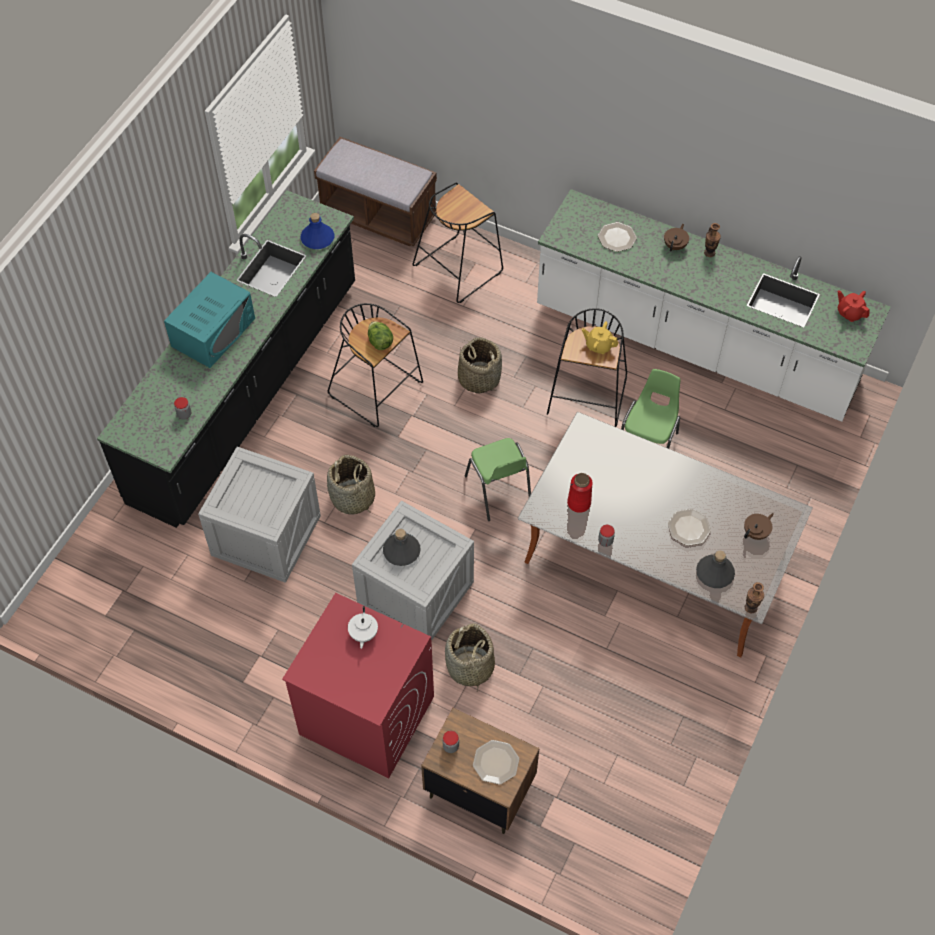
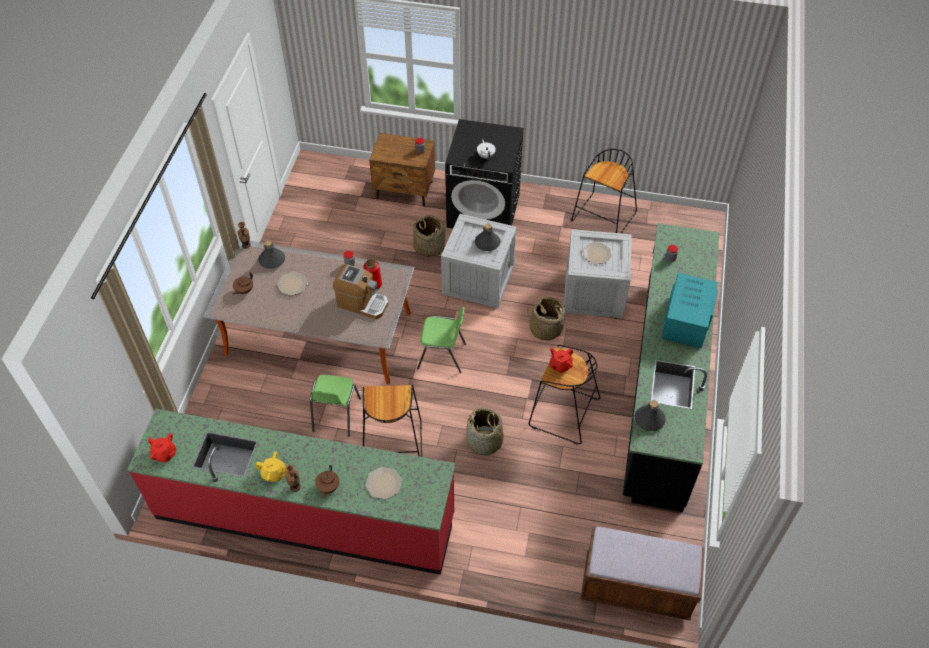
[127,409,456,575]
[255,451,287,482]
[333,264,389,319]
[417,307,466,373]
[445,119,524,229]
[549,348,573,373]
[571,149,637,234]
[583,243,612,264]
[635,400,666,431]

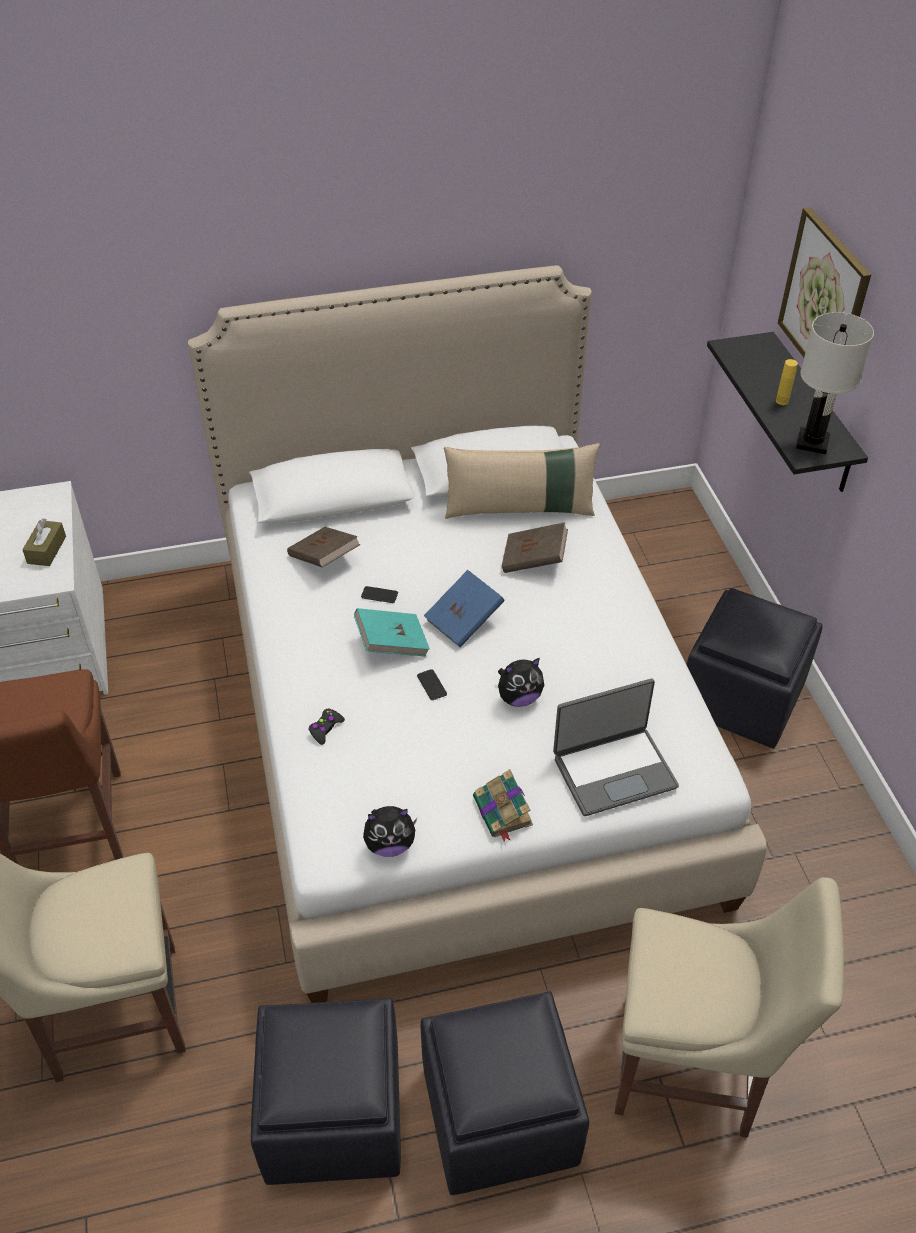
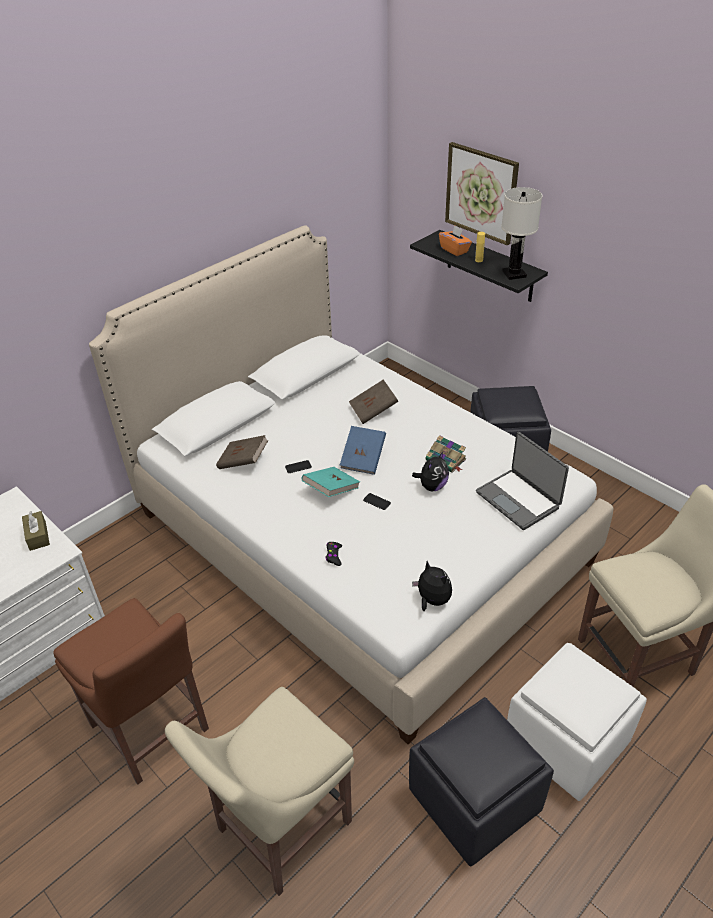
[412,561,452,611]
[425,435,466,473]
[439,225,472,256]
[476,432,569,530]
[507,643,647,801]
[444,443,600,519] (first image)

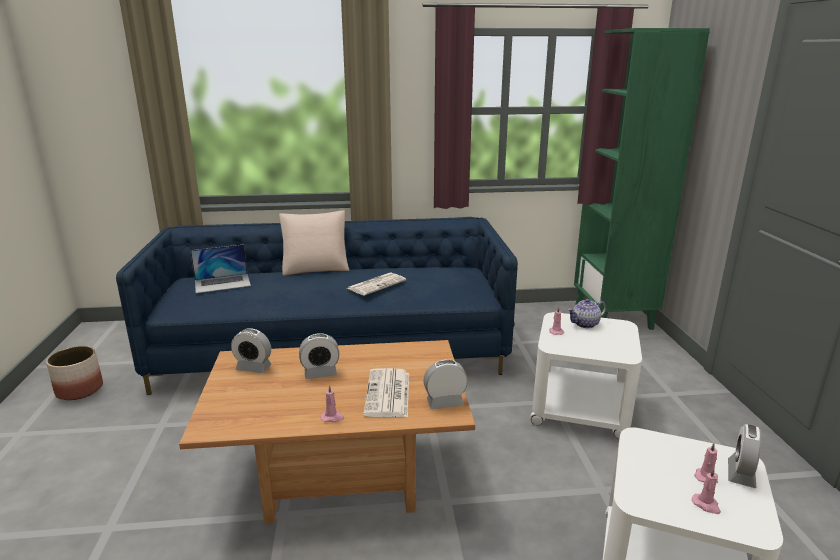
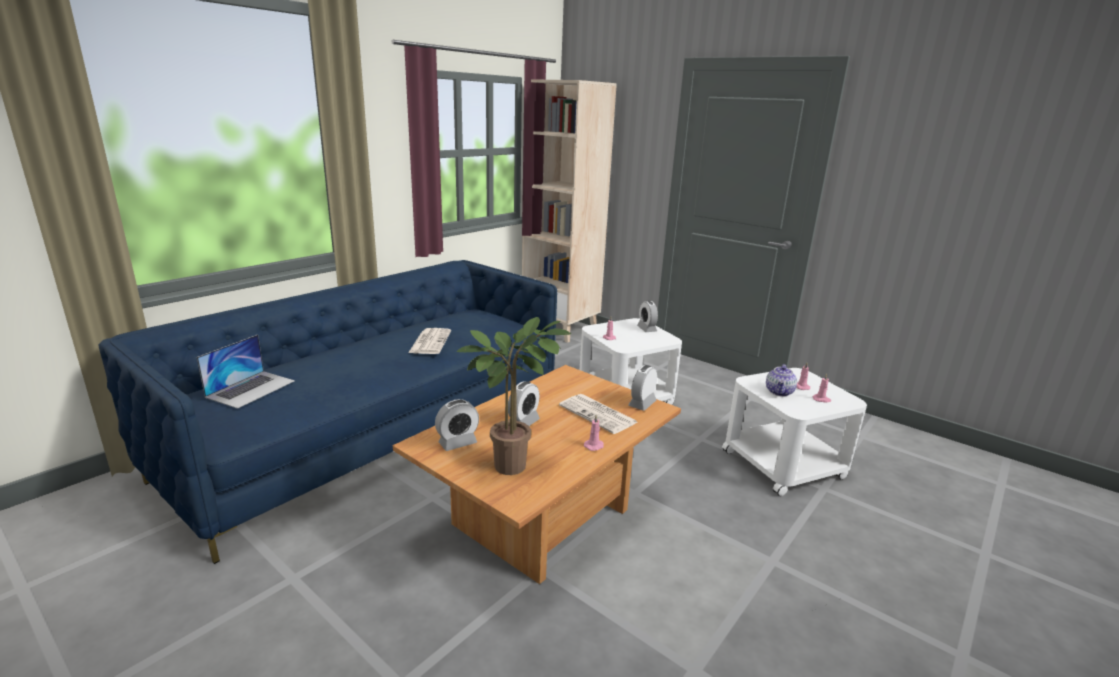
[456,317,571,475]
[522,79,617,343]
[637,301,658,332]
[766,364,797,396]
[46,346,103,400] (first image)
[279,210,350,276] (first image)

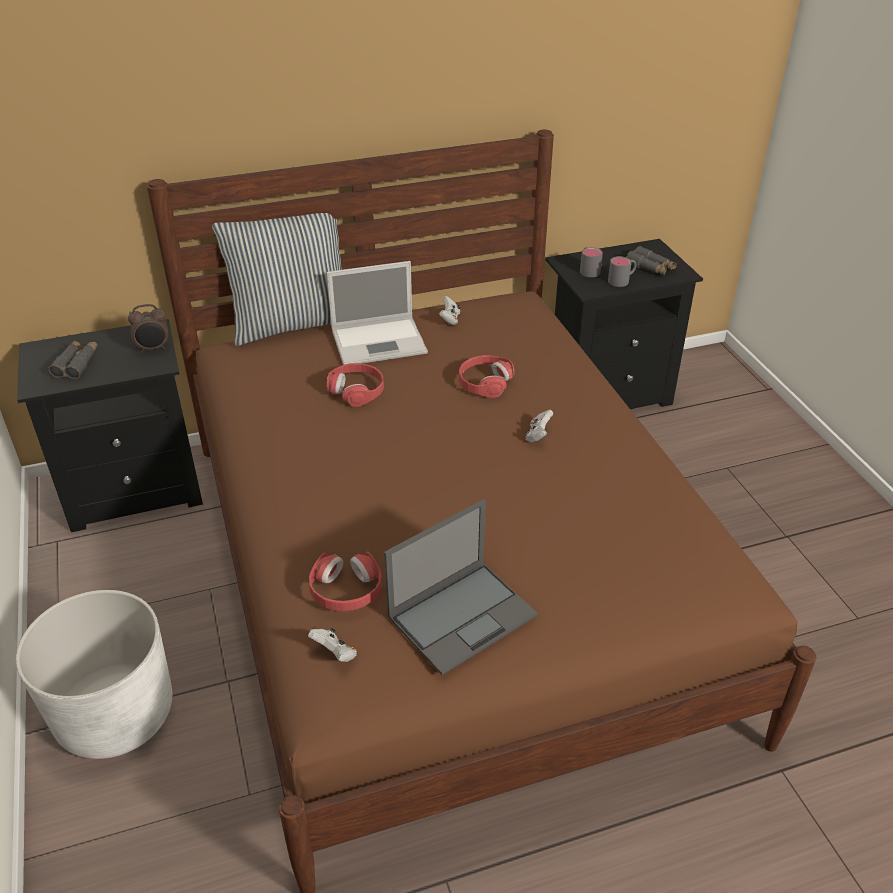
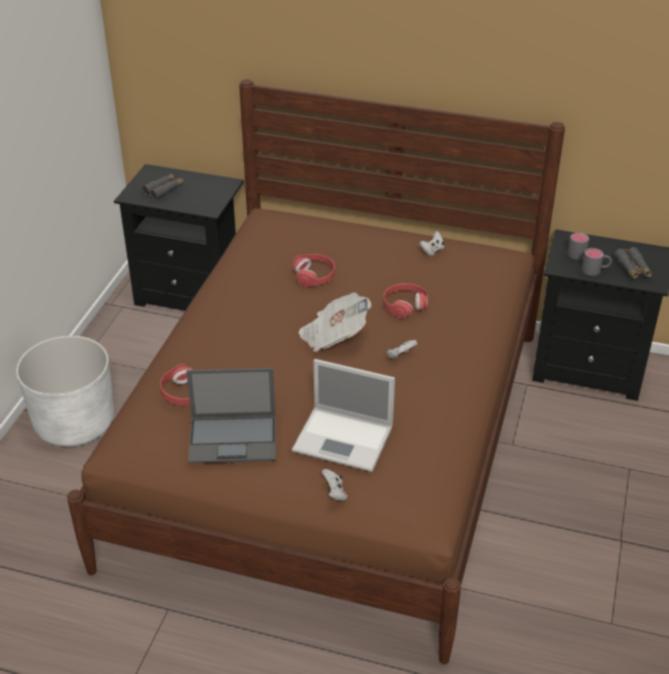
[292,359,395,472]
[299,293,372,352]
[322,469,347,501]
[128,304,168,353] (first image)
[212,213,342,346] (first image)

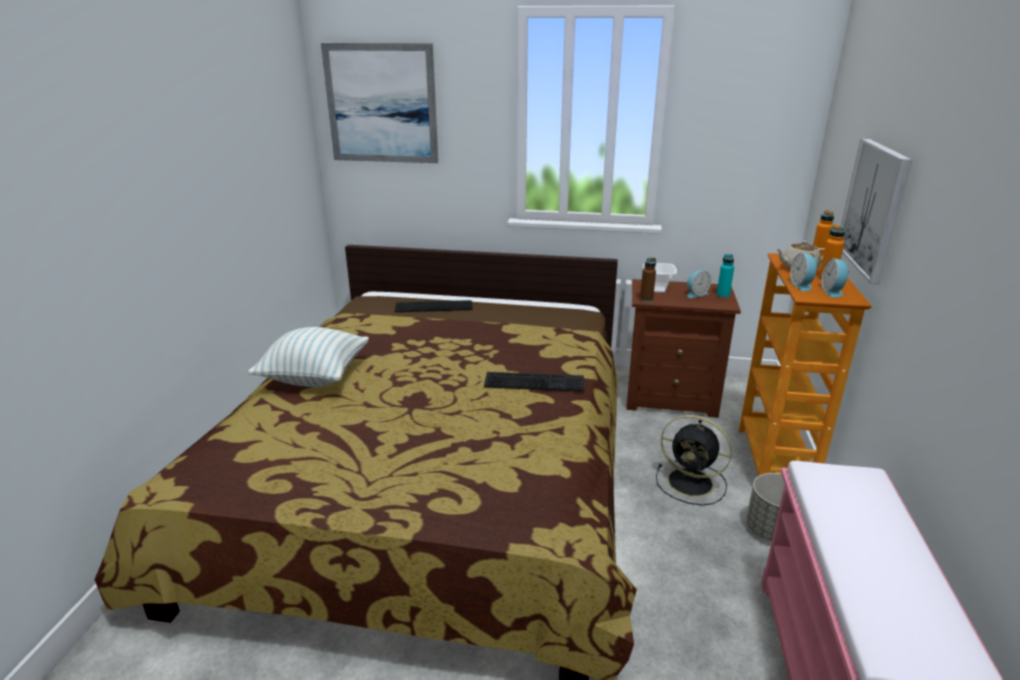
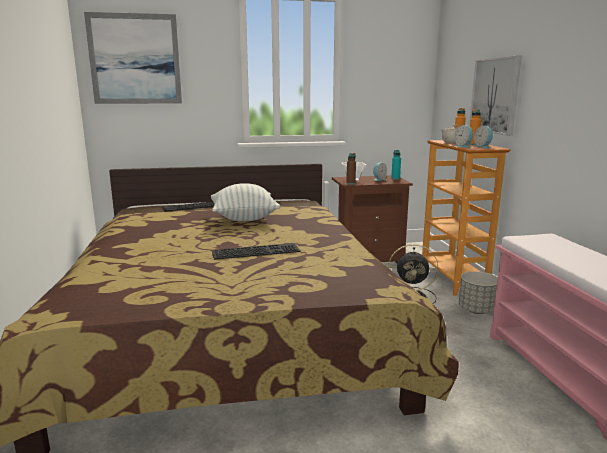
[211,183,280,221]
[212,243,301,260]

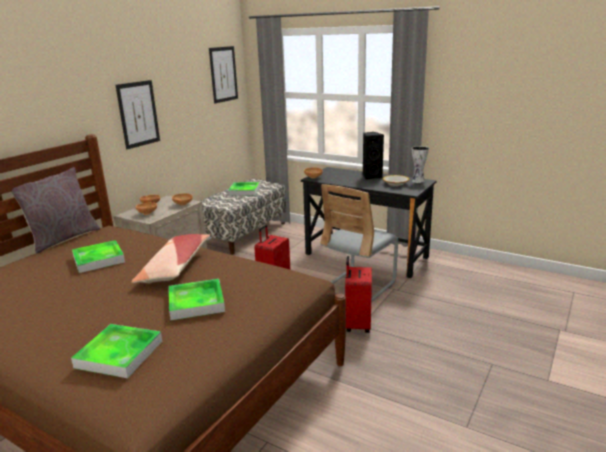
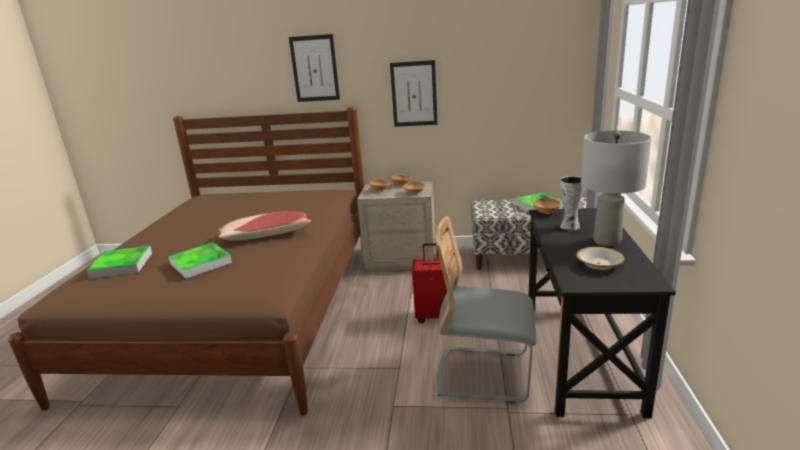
[289,34,340,102]
[560,176,585,231]
[581,130,652,246]
[11,167,100,254] (first image)
[72,240,125,273] (first image)
[345,256,372,333] (first image)

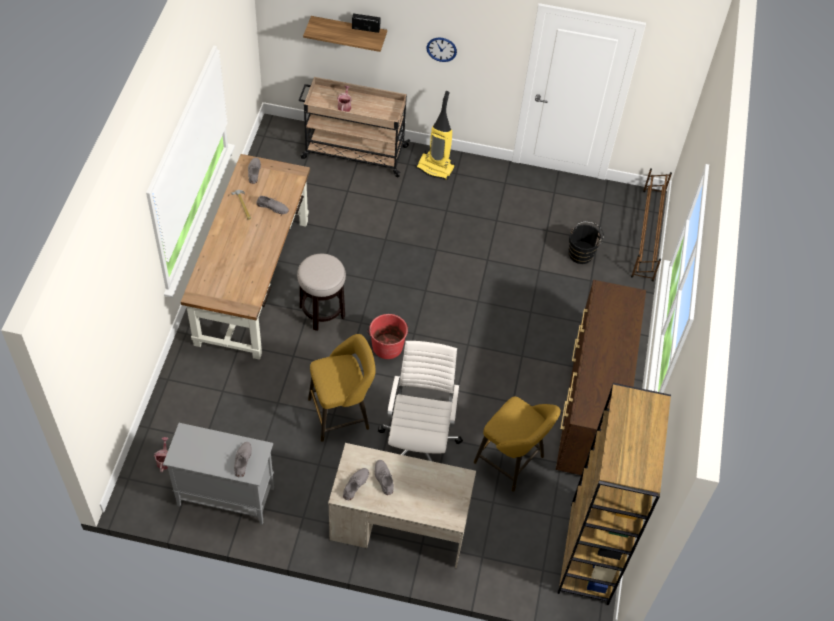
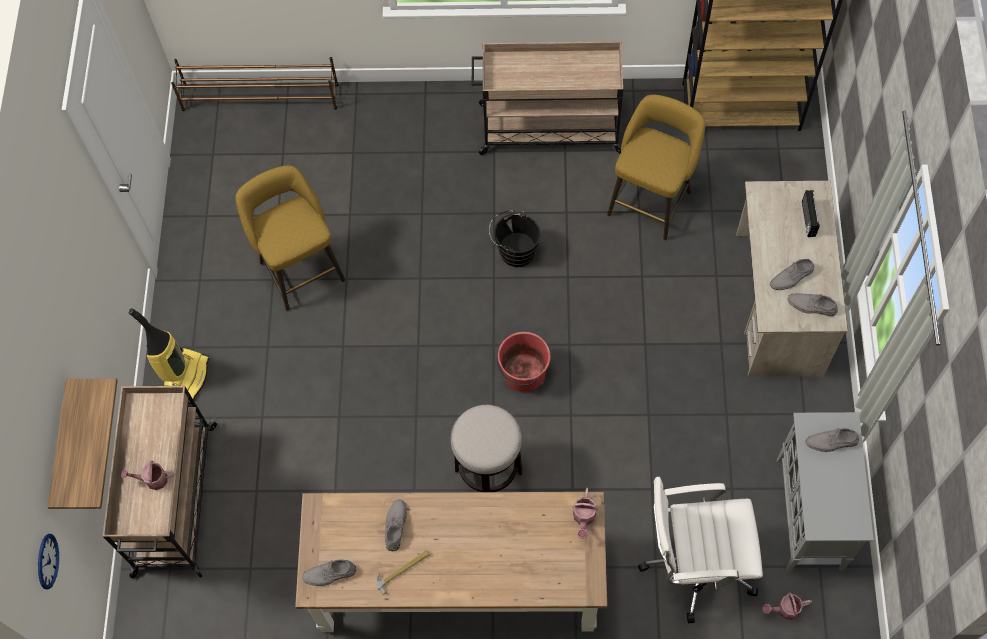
[38,534,59,590]
[236,165,345,311]
[472,41,624,155]
[489,211,541,267]
[572,488,598,539]
[638,477,763,623]
[802,190,820,237]

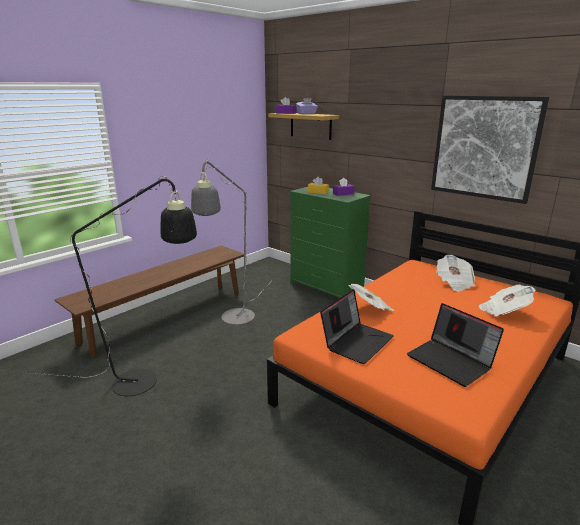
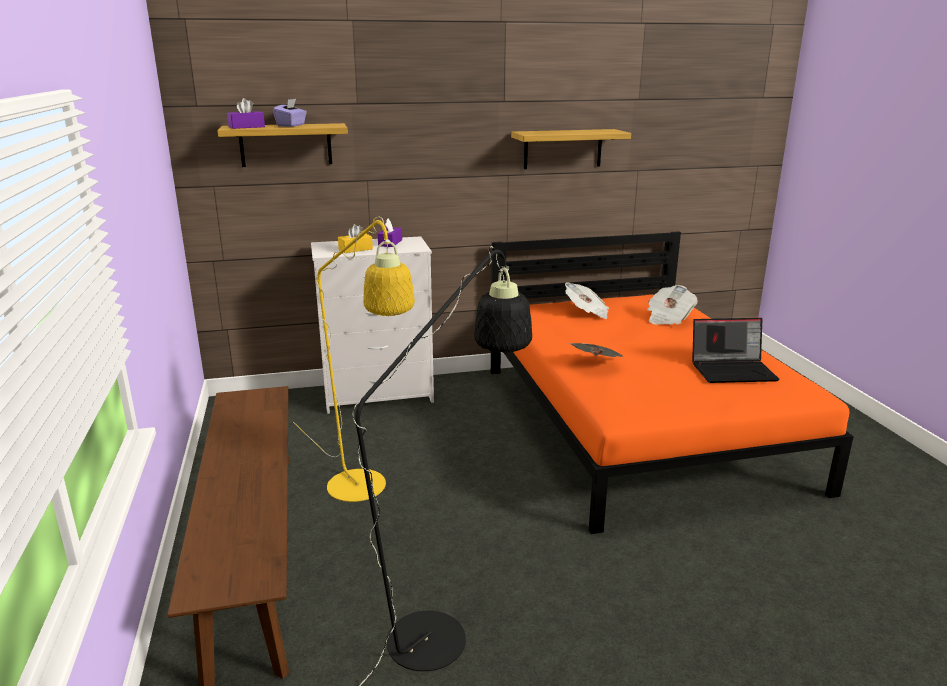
[293,216,415,502]
[311,236,434,414]
[511,129,631,169]
[320,289,394,364] (first image)

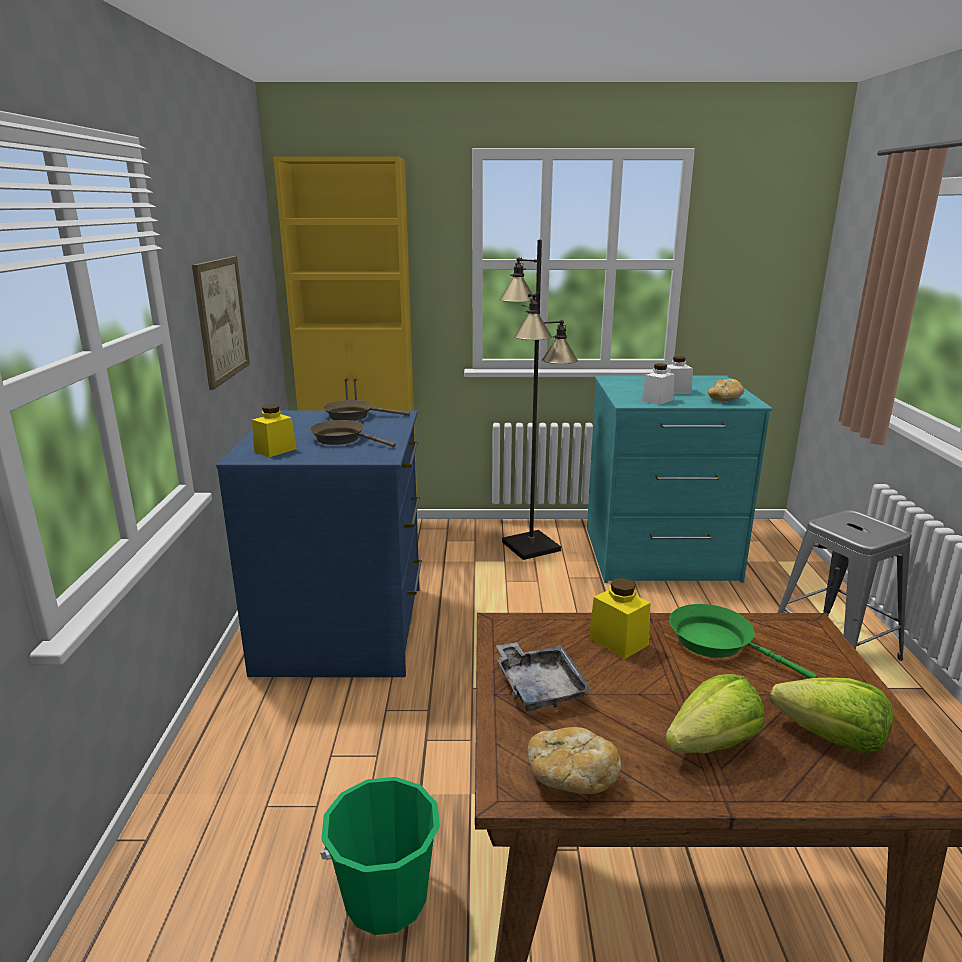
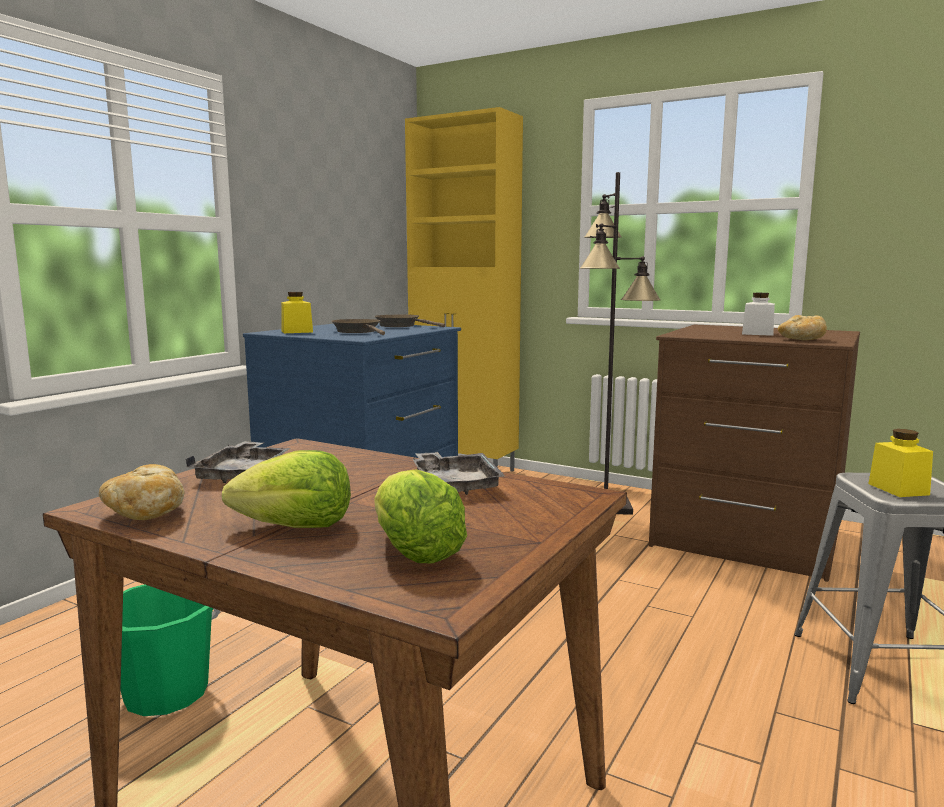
[413,452,505,495]
[649,324,860,582]
[868,429,933,497]
[192,256,250,390] (first image)
[642,363,674,405] (first image)

